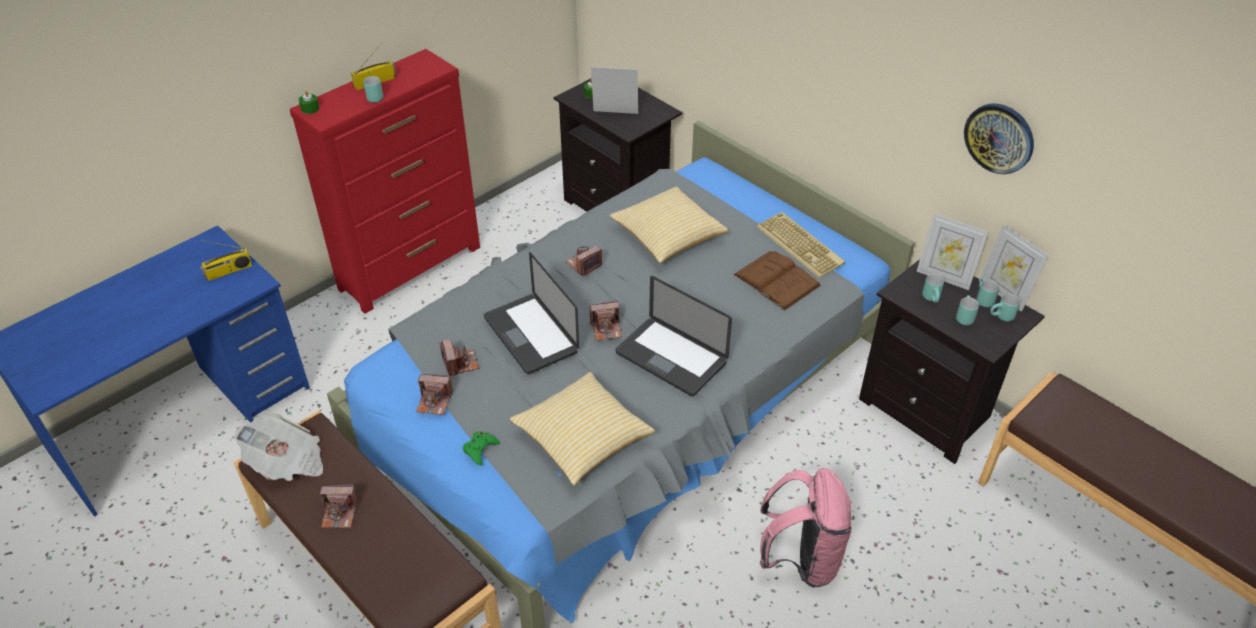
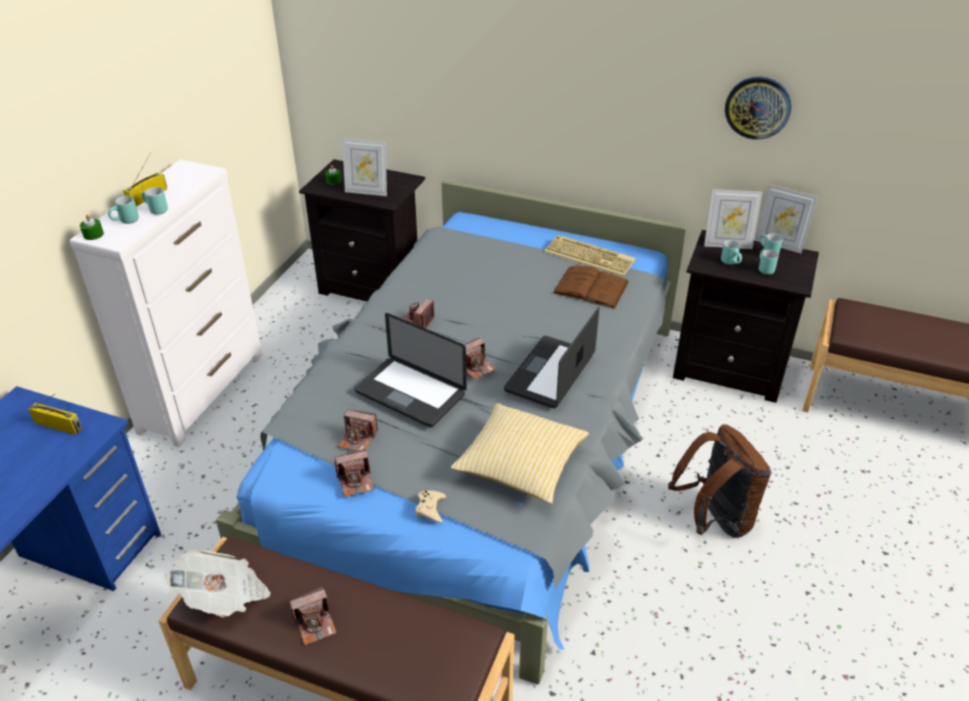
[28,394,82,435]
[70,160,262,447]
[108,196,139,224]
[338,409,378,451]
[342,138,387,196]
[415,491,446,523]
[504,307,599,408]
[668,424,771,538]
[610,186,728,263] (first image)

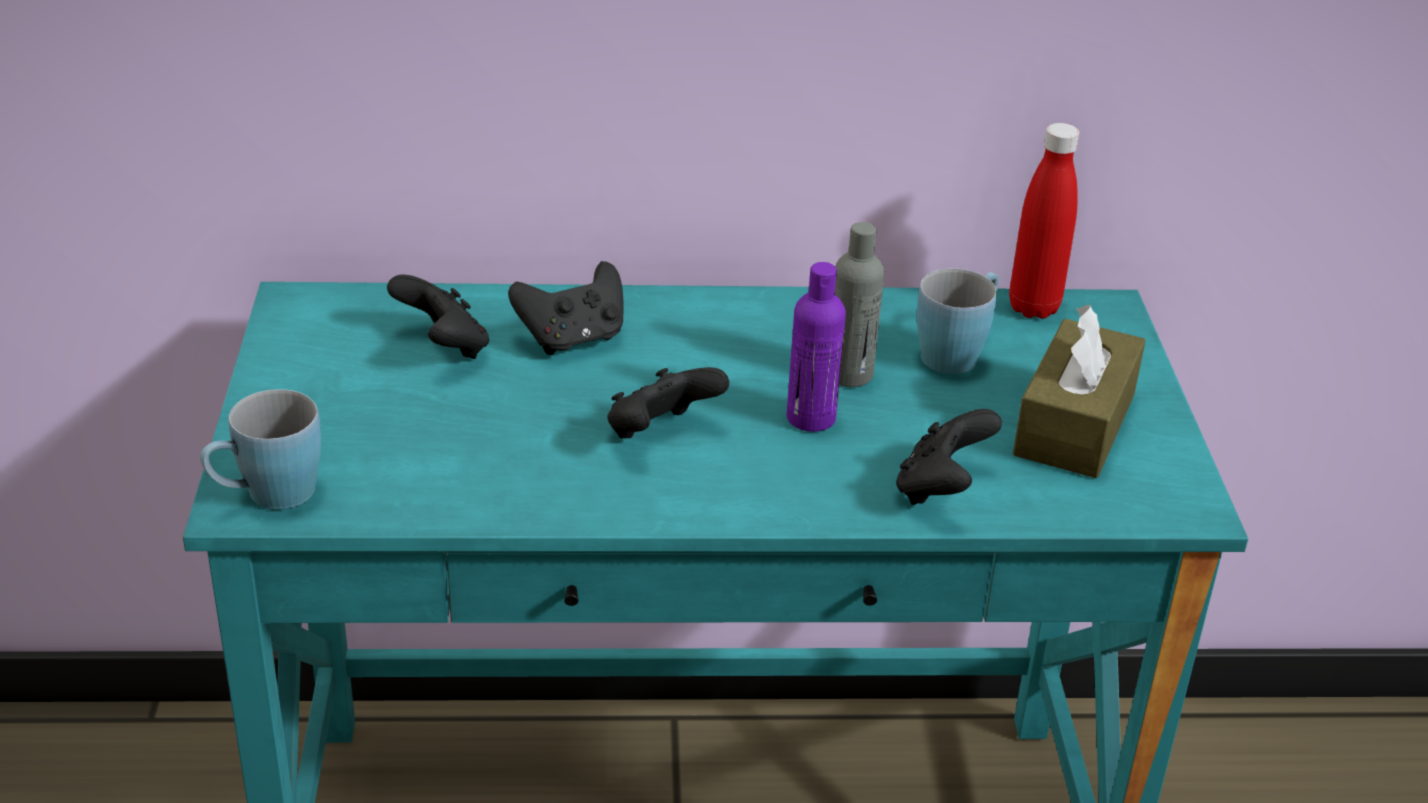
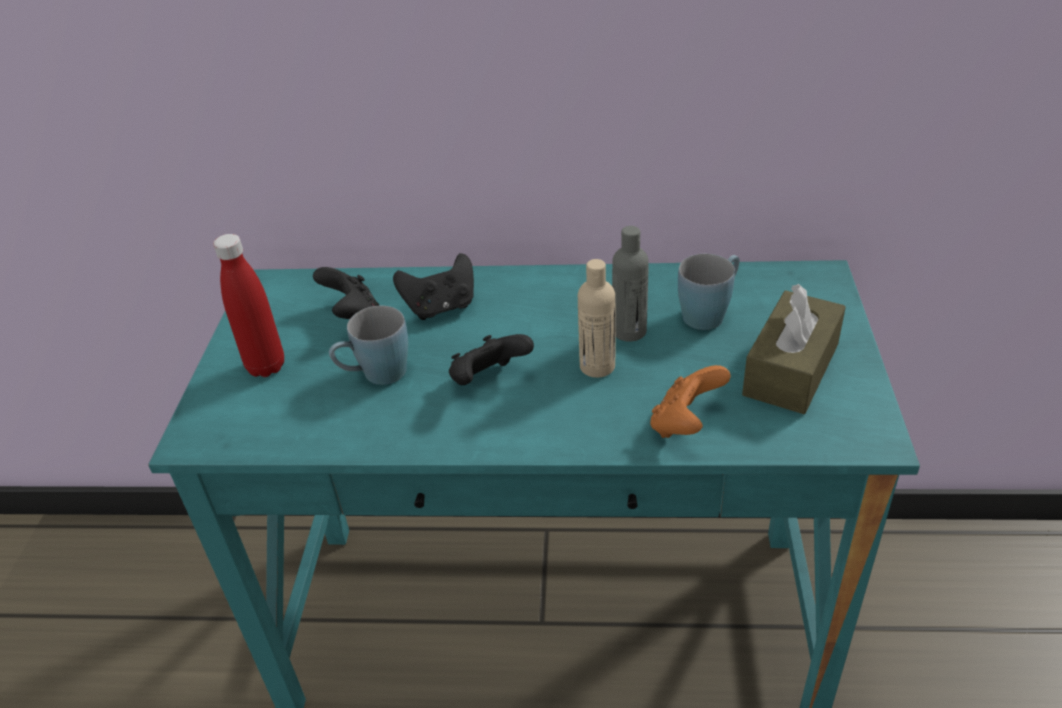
[213,234,284,377]
[329,306,408,385]
[578,259,616,378]
[650,365,731,438]

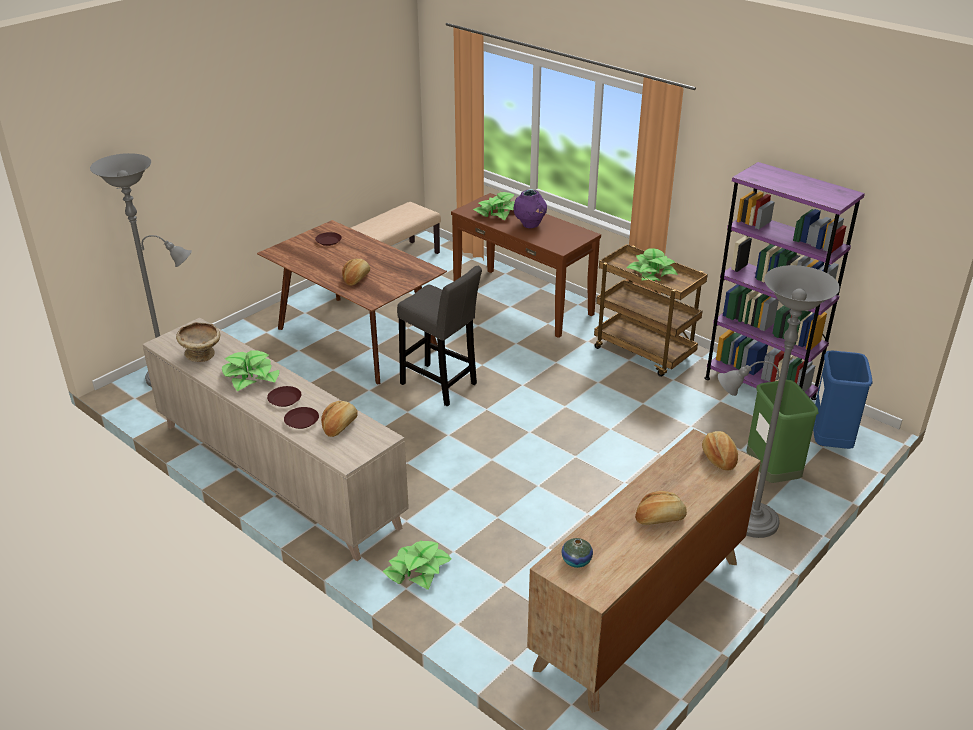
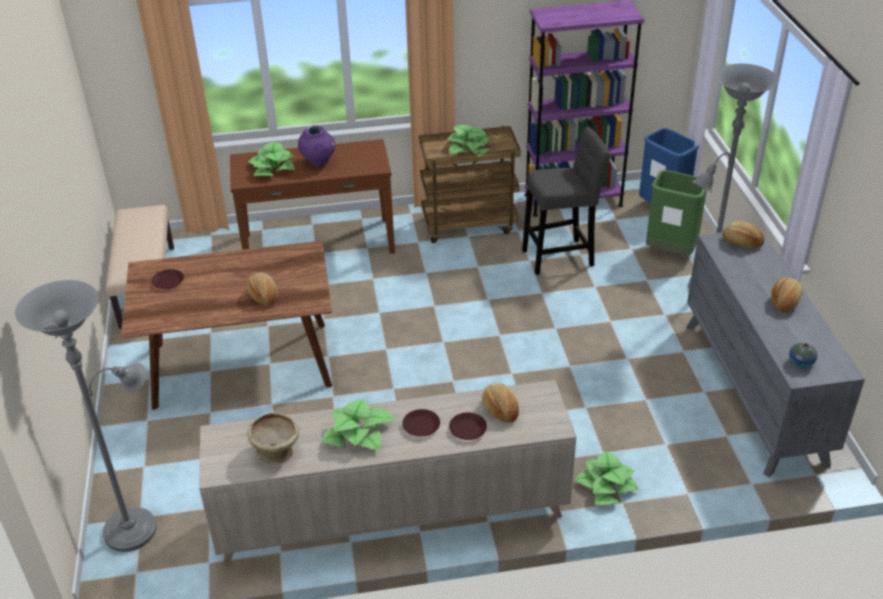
[522,127,611,275]
[686,228,865,477]

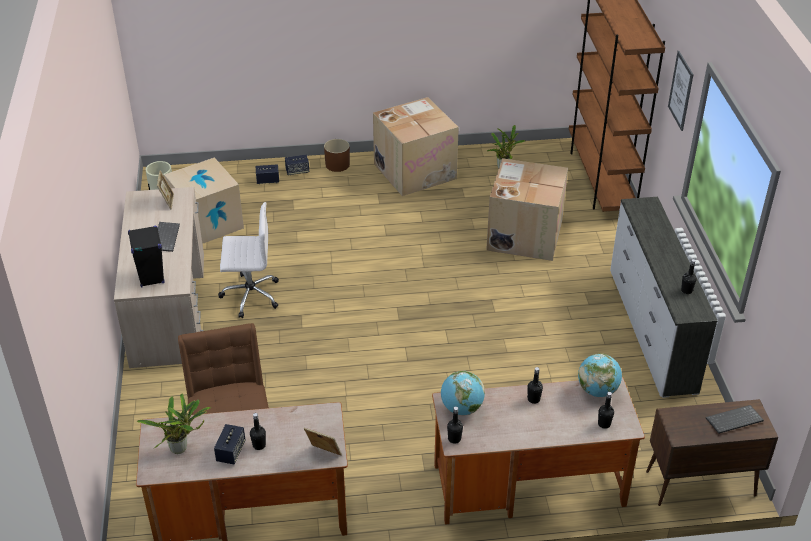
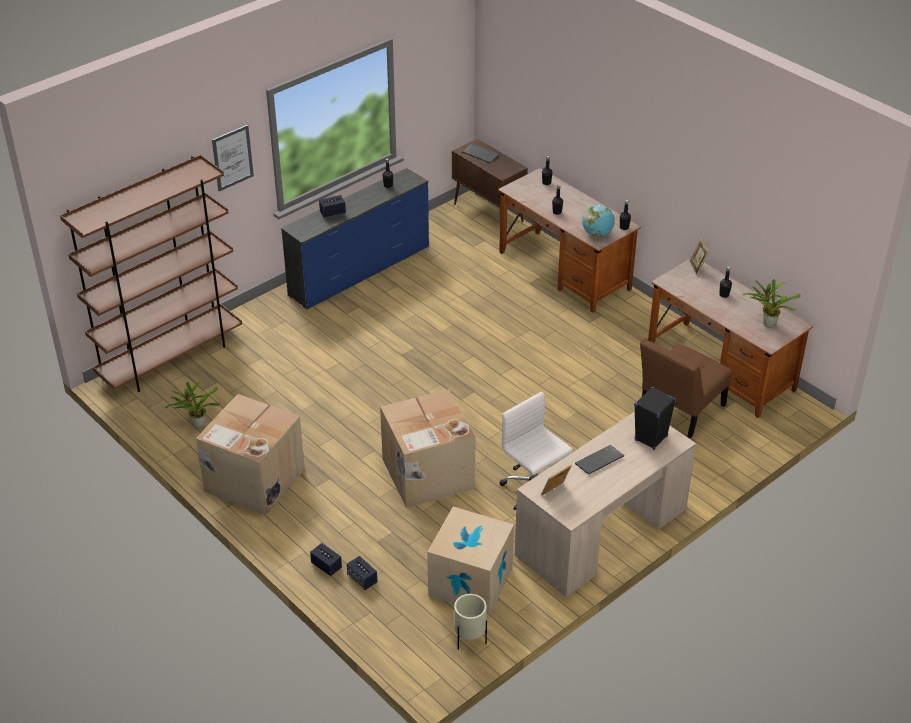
[281,168,429,310]
[319,195,346,218]
[380,389,476,508]
[324,139,350,172] (first image)
[578,353,622,397] (first image)

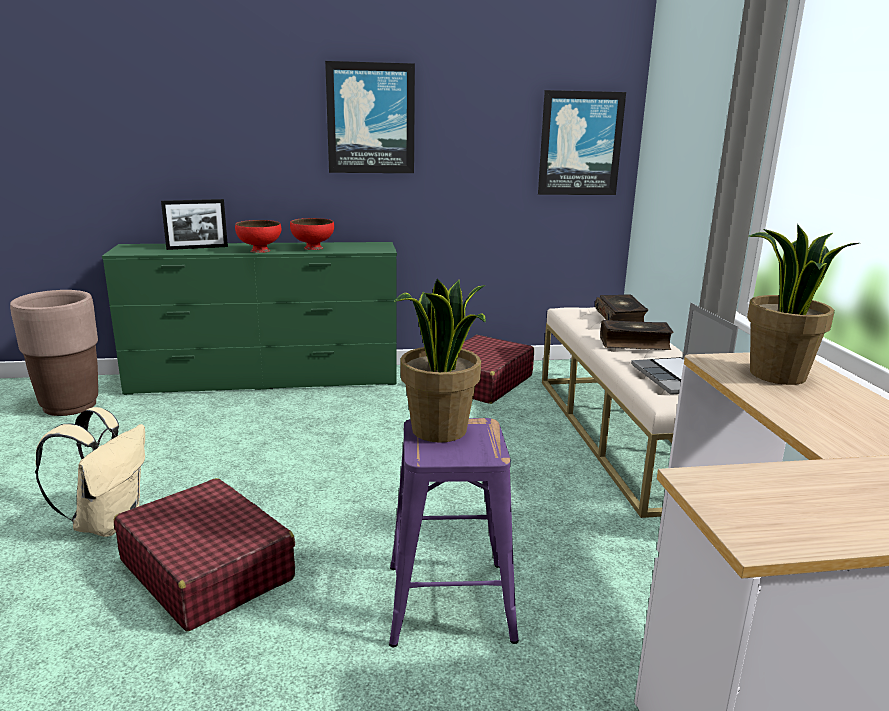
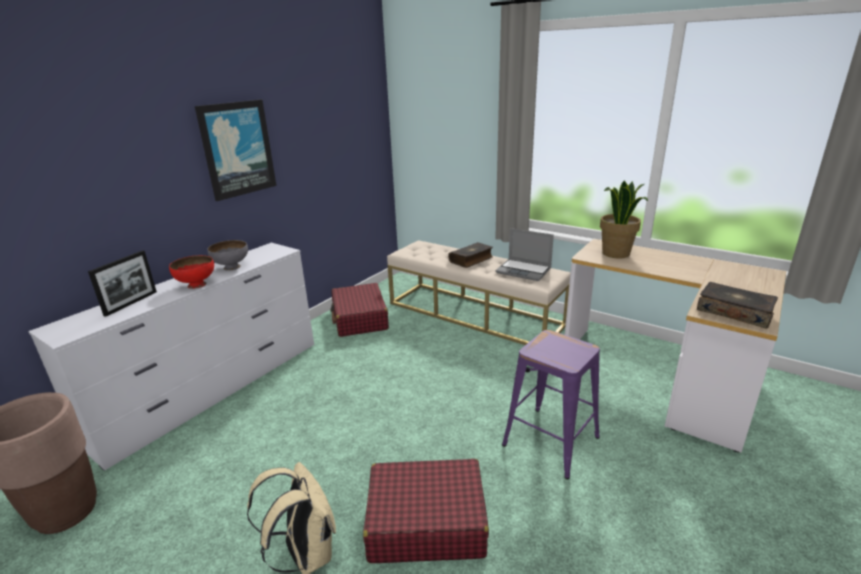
[28,243,314,470]
[207,240,248,271]
[697,282,778,329]
[395,279,486,443] (first image)
[538,90,626,195] (first image)

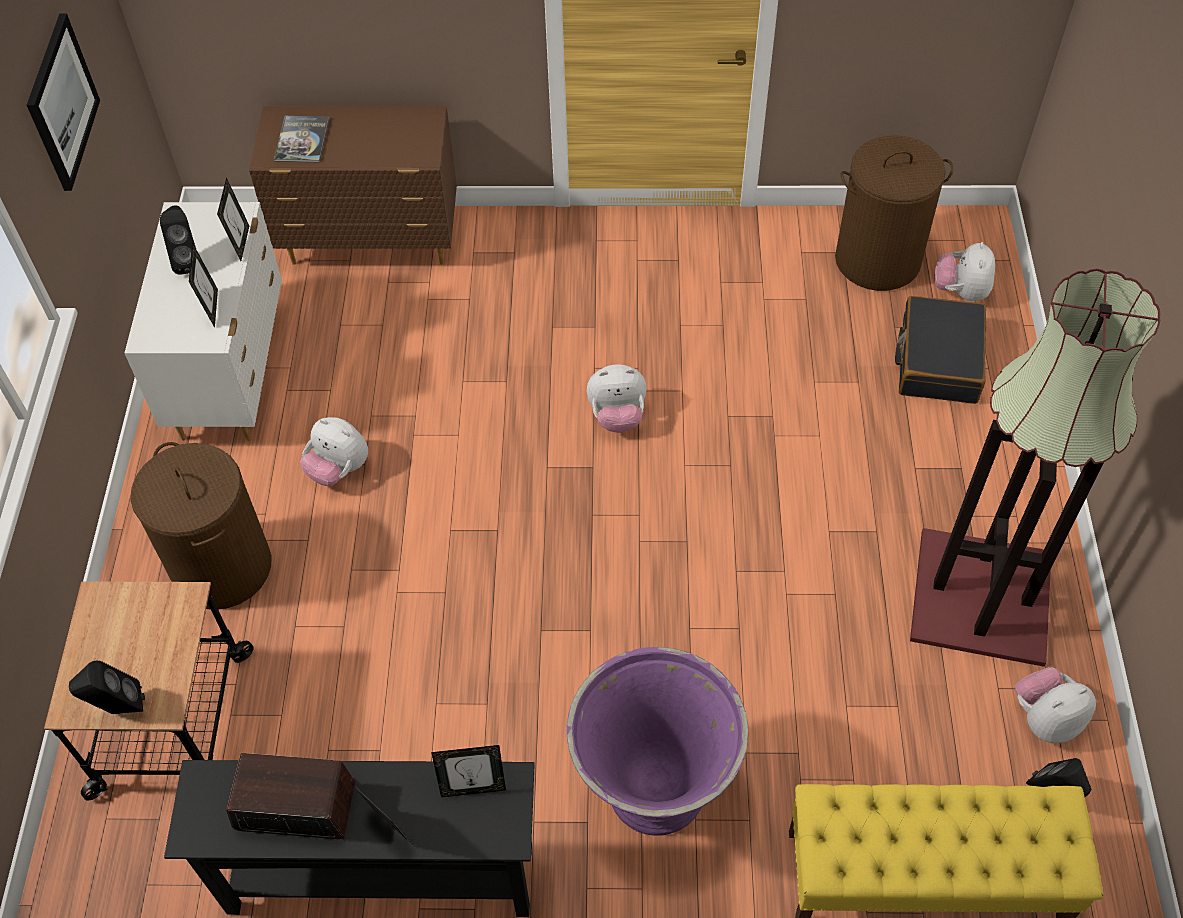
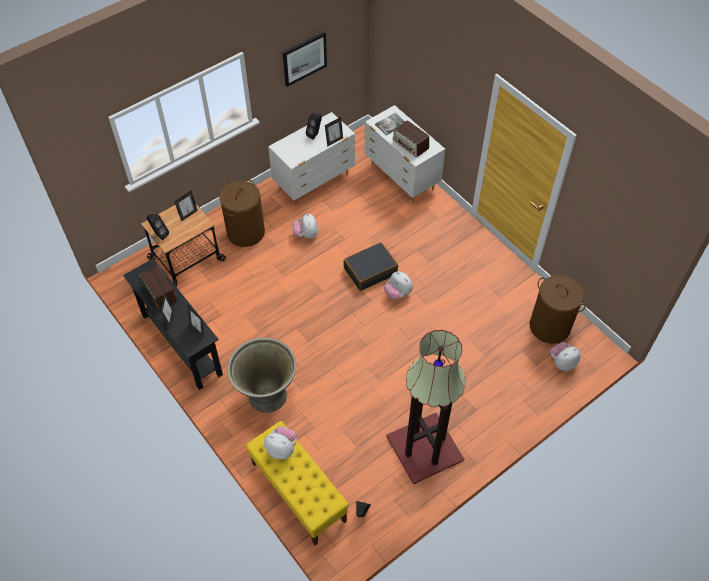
[174,191,198,222]
[227,337,296,413]
[264,426,297,460]
[344,242,398,291]
[364,105,445,203]
[393,120,429,157]

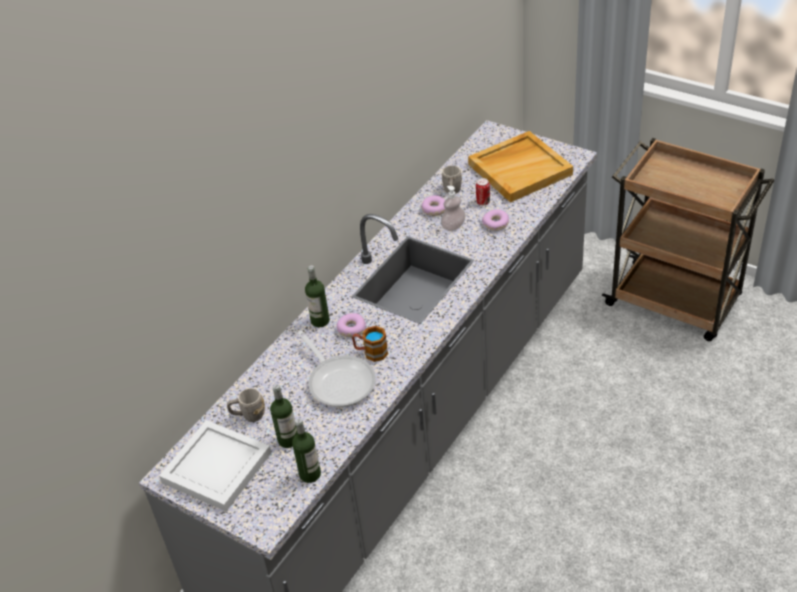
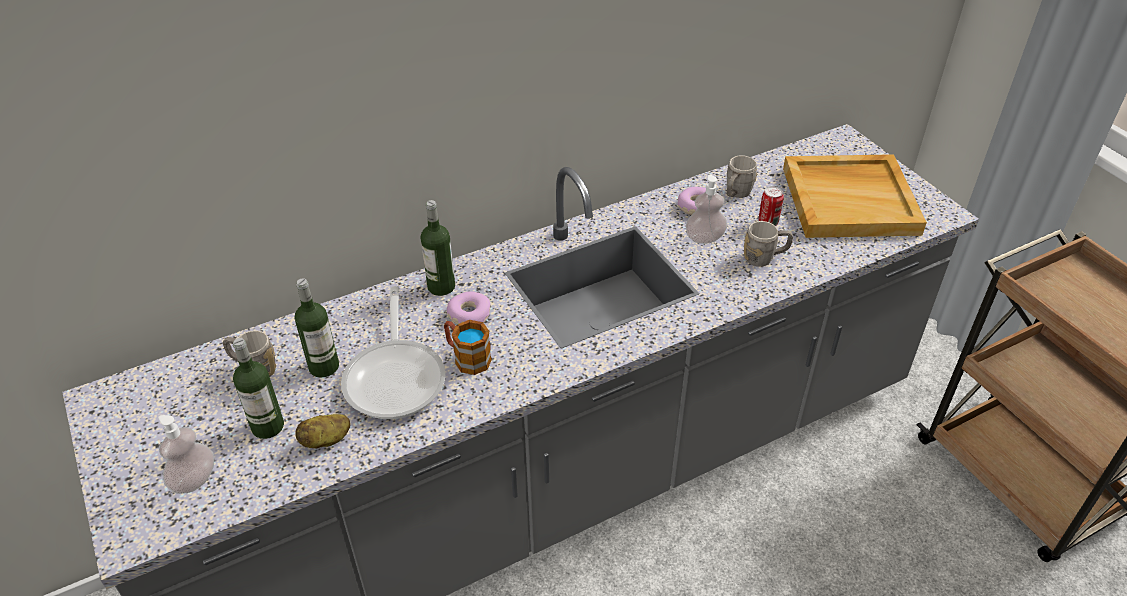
[158,415,214,494]
[294,278,339,378]
[295,414,350,449]
[744,221,793,267]
[159,420,271,512] (first image)

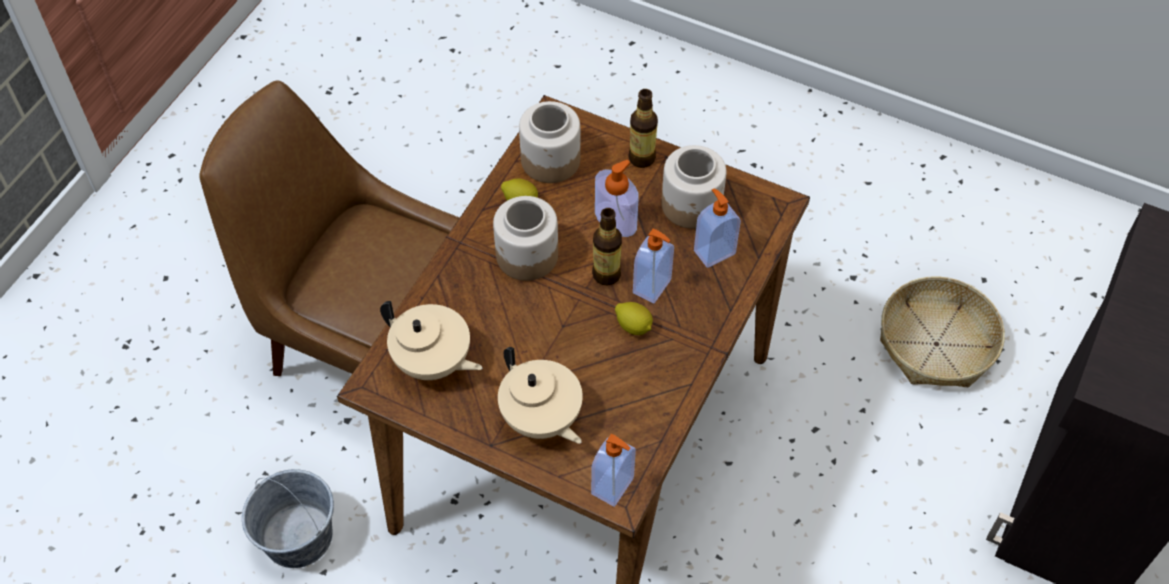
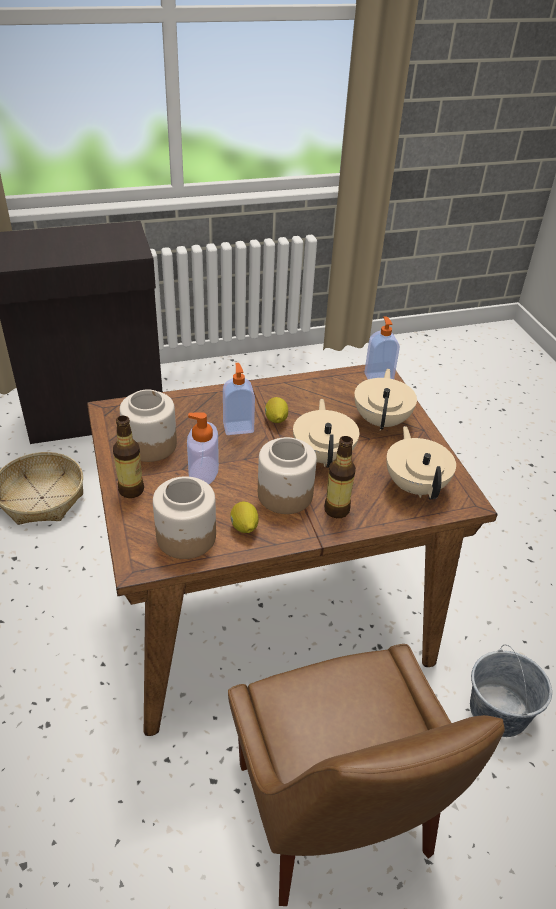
[293,399,359,467]
[324,436,356,518]
[694,188,741,268] (first image)

